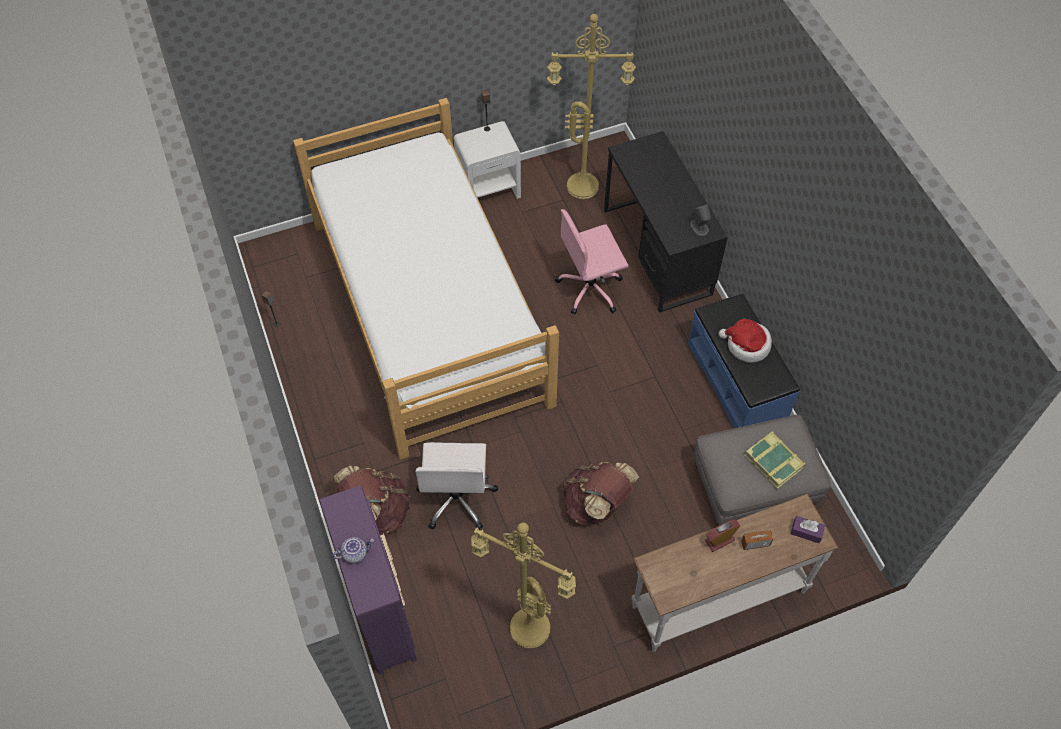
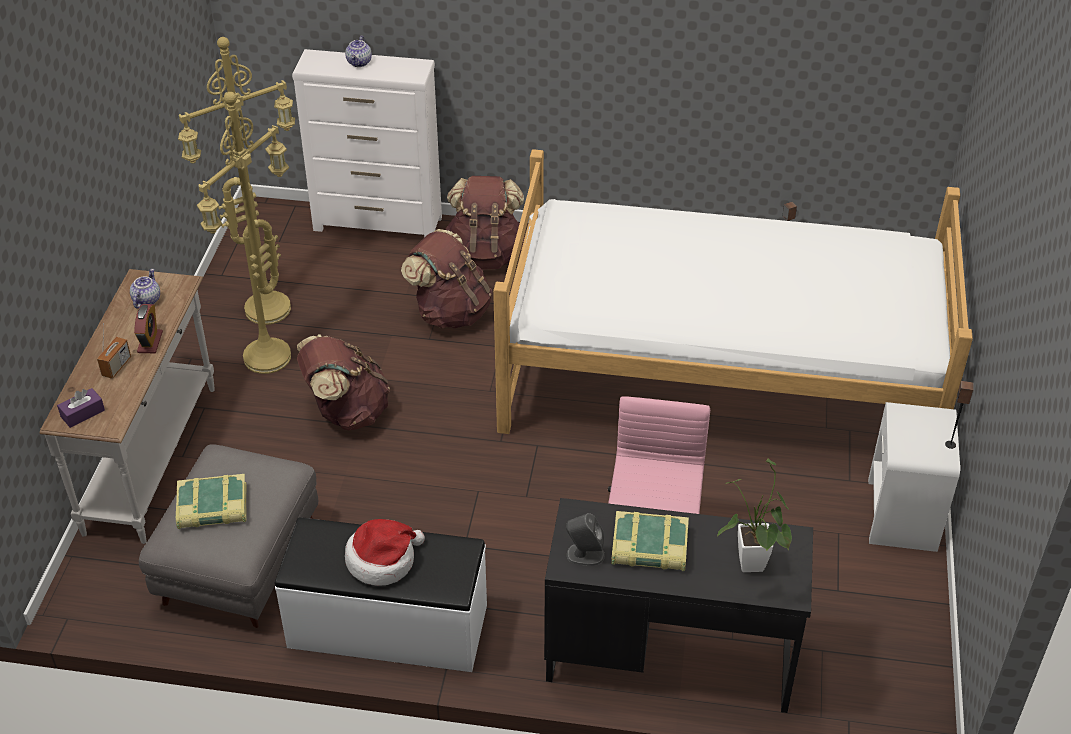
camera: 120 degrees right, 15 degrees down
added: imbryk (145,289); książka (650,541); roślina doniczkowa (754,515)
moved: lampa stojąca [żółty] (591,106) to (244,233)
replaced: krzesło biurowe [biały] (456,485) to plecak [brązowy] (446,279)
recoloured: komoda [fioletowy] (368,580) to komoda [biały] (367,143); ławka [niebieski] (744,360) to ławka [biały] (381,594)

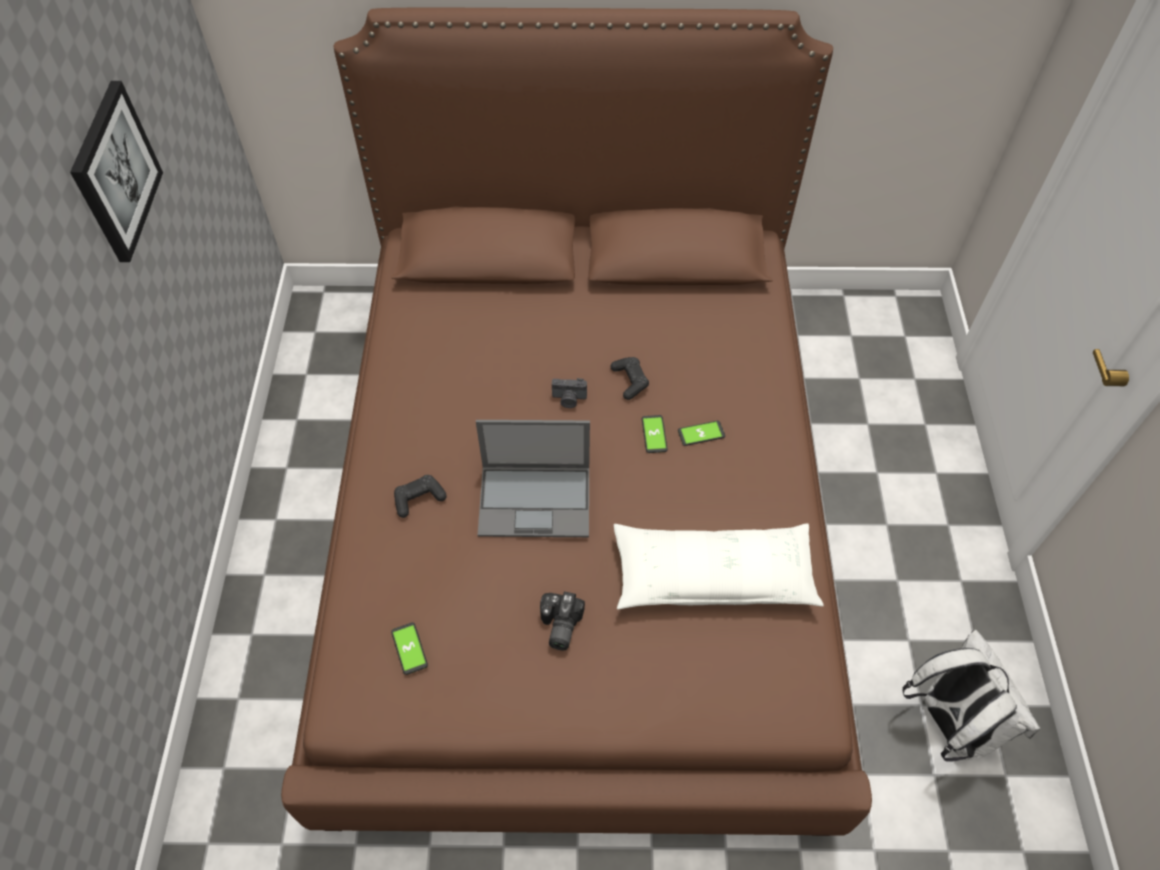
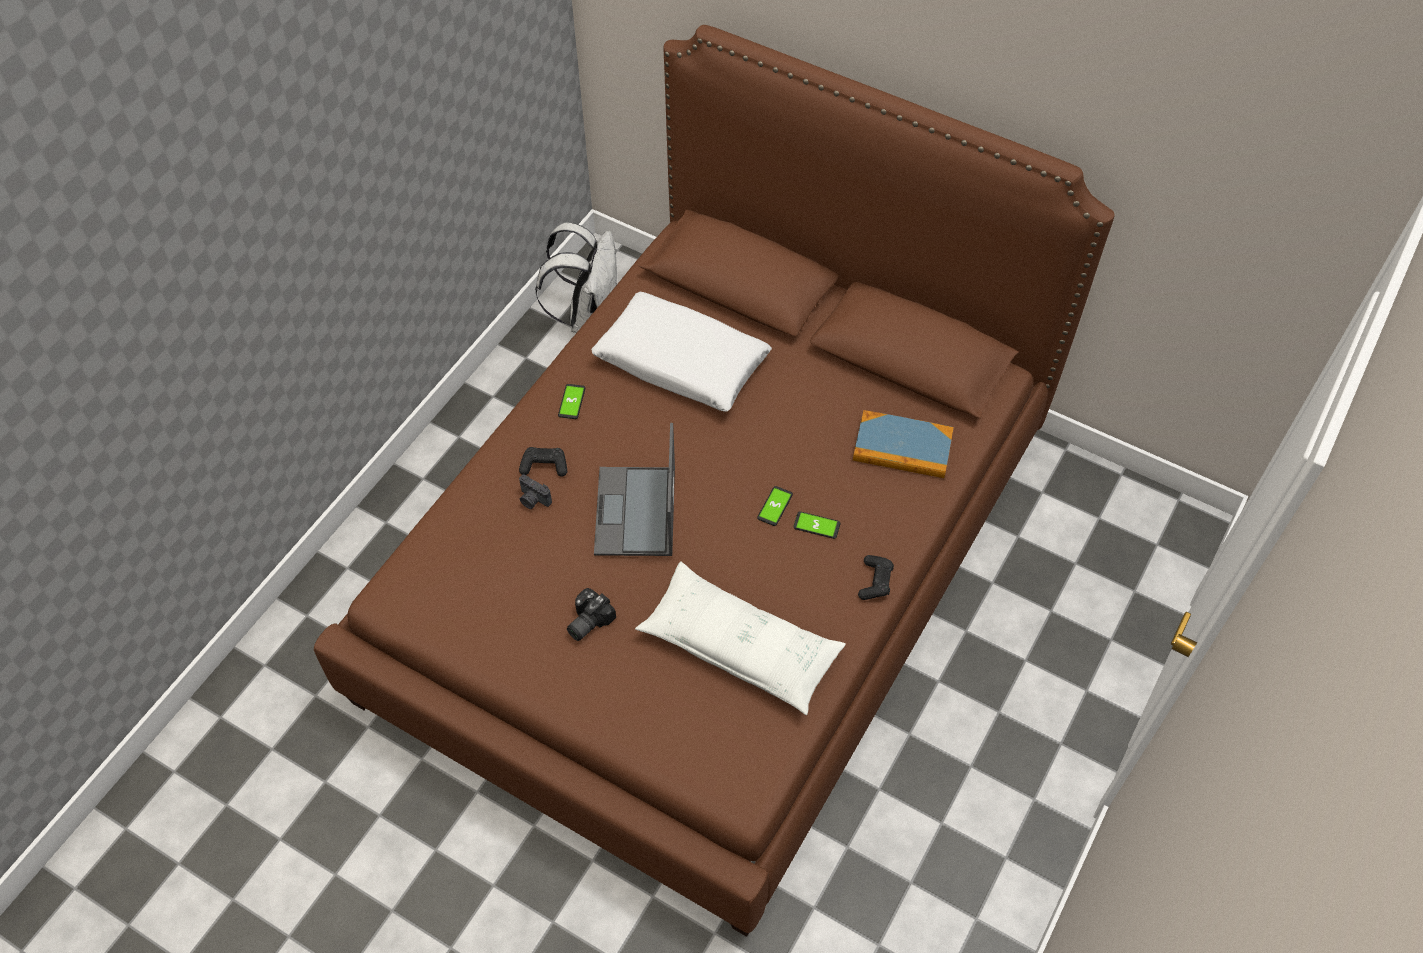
camera: 30 degrees right, 0 degrees up
removed: obraz (116,171)
added: poduszka [biały] (681,352); książka (903,444)
moved: telefon (409,648) to (571,401); aparat fotograficzny (569,393) to (535,491); pad do gier [czarny] (629,378) to (876,577); plecak [biały] (971,696) to (576,277)
turned: laptop (533,478) = (634,489) 60 degrees clockwise

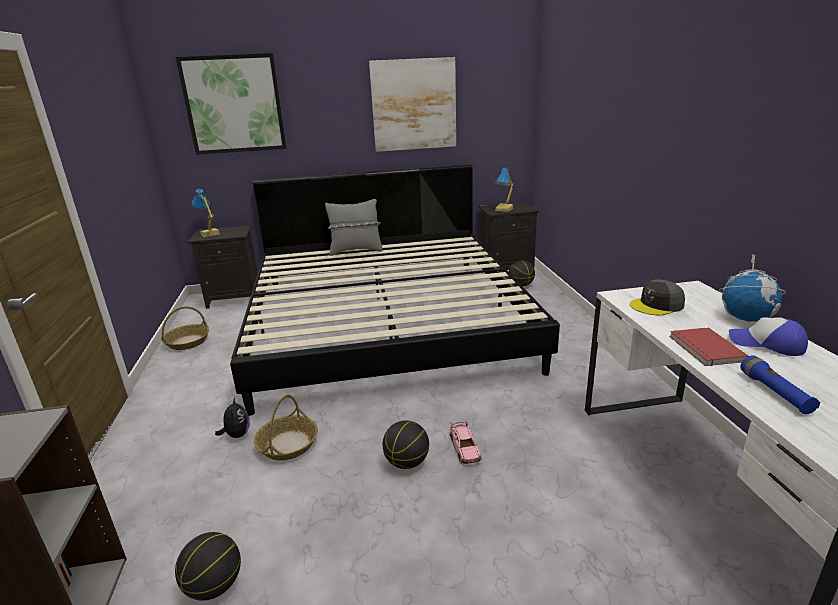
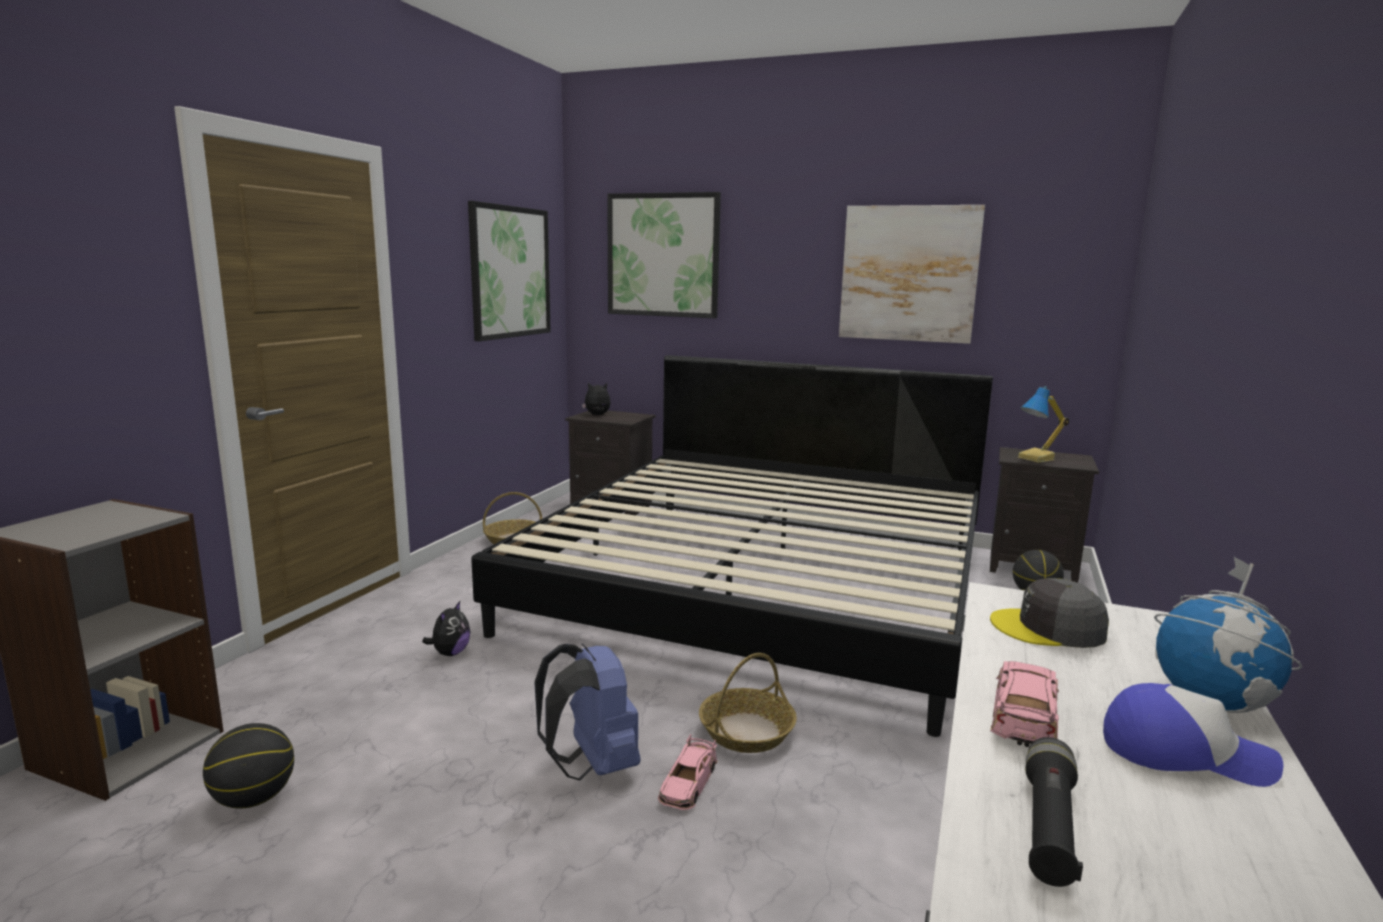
camera: 30 degrees right, 10 degrees down
removed: poduszka [szary] (354,227)
added: obraz (509,271)
moved: koszyk (286,427) to (748,703)
replaced: lampa stołowa (205,213) to pluszak (596,399); piłka do koszykówki (406,444) to plecak [niebieski] (587,711); książka [czerwony] (708,346) to samochodzik [różowy] (1024,704)
recoloured: latarka [niebieski] (780,384) to latarka [czarny] (1054,812)
turned: czapka z daszkiem (768,336) = (1193,735) 135 degrees clockwise

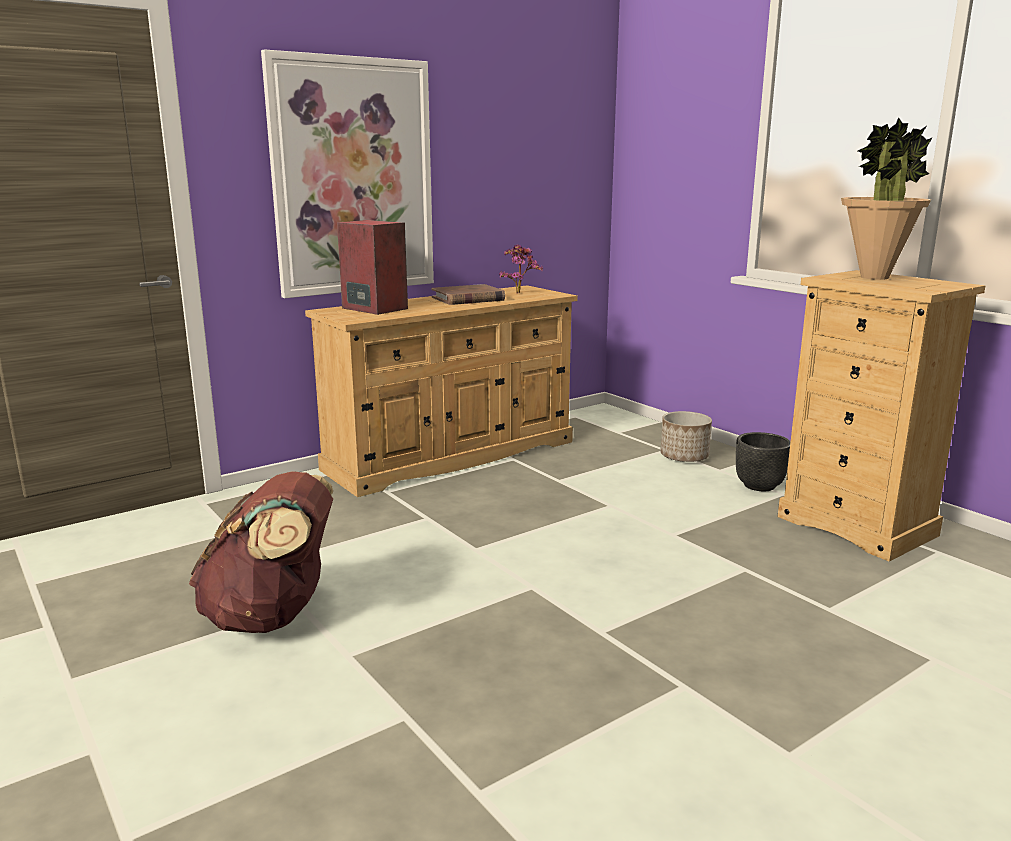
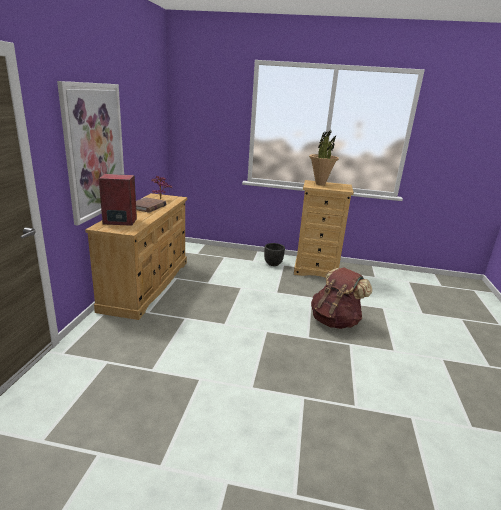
camera: 45 degrees left, 5 degrees up
removed: donica (686,436)
moved: plecak [brązowy] (261,552) to (341,298)

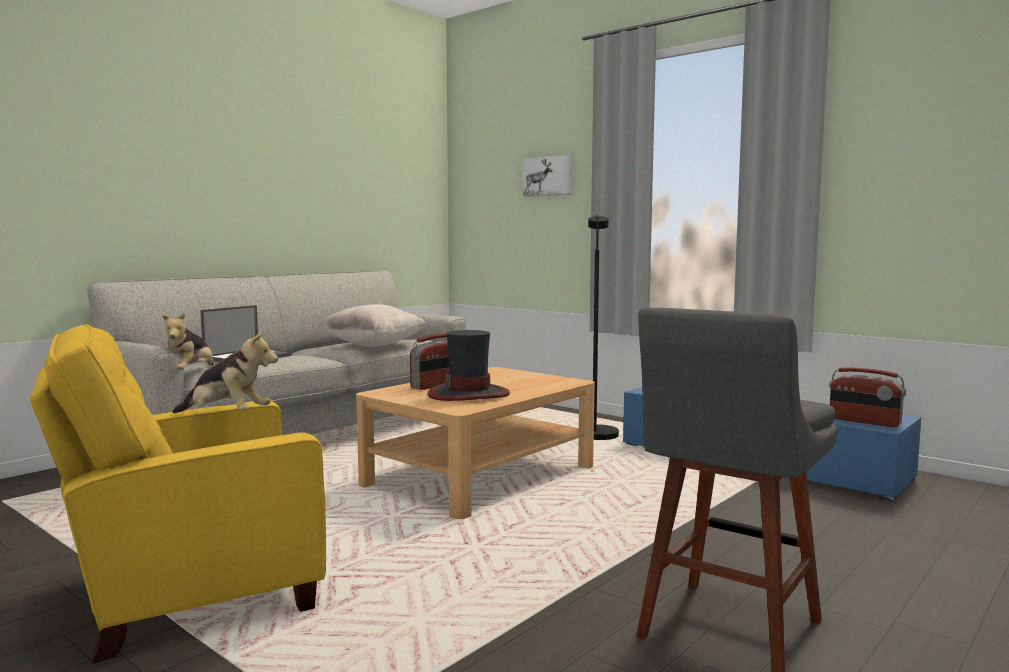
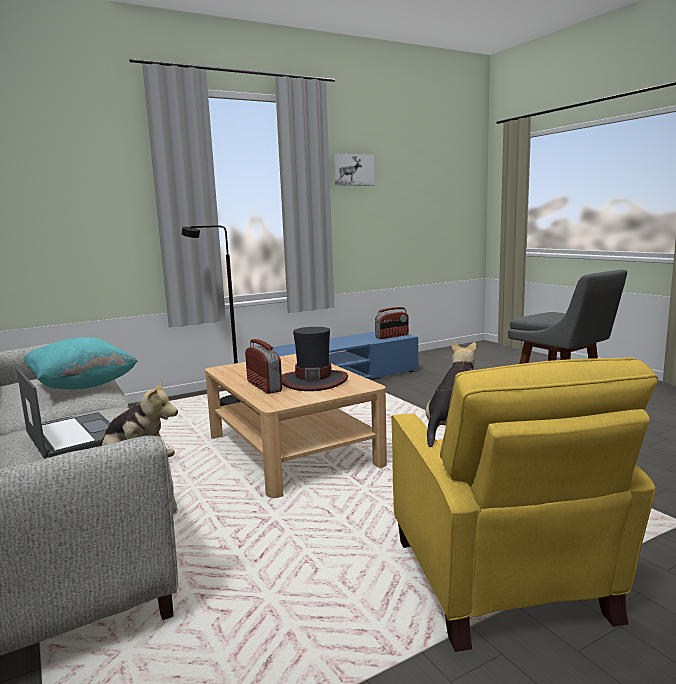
camera: 70 degrees left, 5 degrees up
moved: obraz (547,176) to (354,170)
recoloured: poduszka [beżowy] (372,325) to poduszka [turkusowy] (80,363)

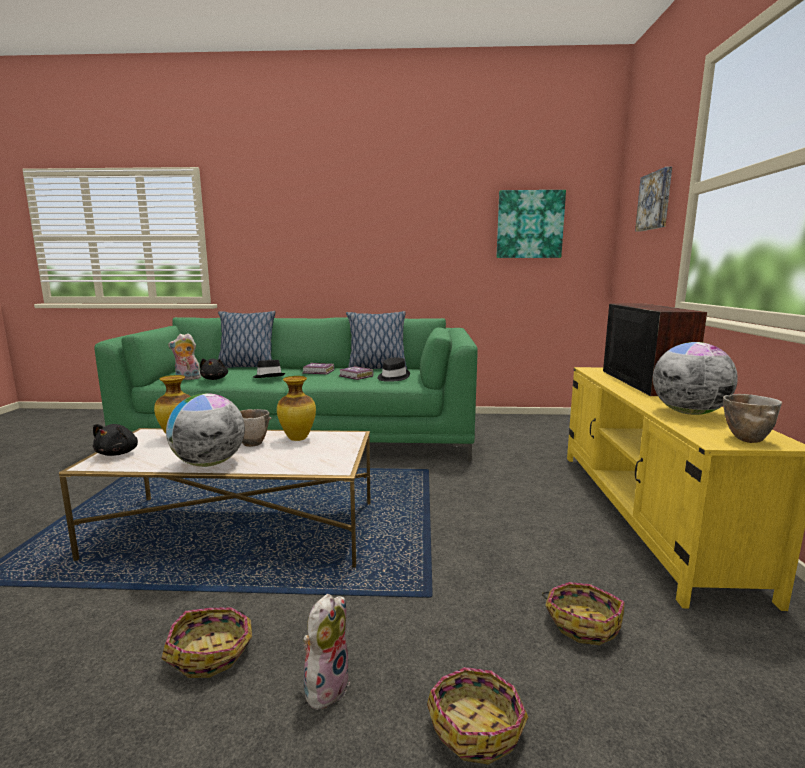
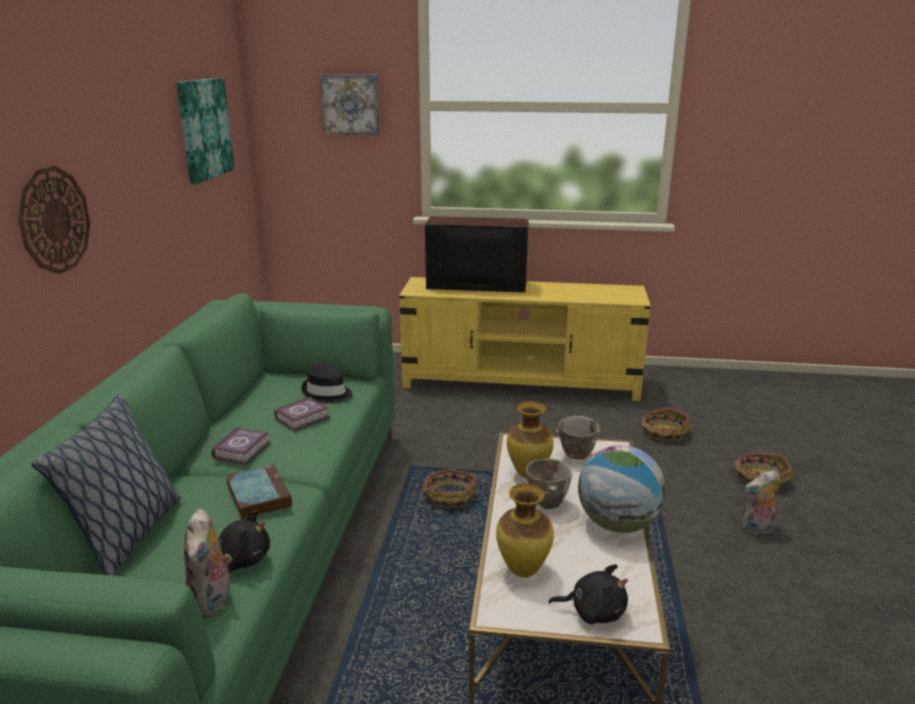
camera: 85 degrees left, 10 degrees up
removed: poduszka (376,340); globus (695,378)
added: zegar ścienny (54,220)
moved: koszyk (206,642) to (447,489); miska (752,418) to (578,438)
replaced: kapelusz [czarny] (269,369) to książka (259,492)
turned: pluszak (326,654) = (760,502) 45 degrees counterclockwise

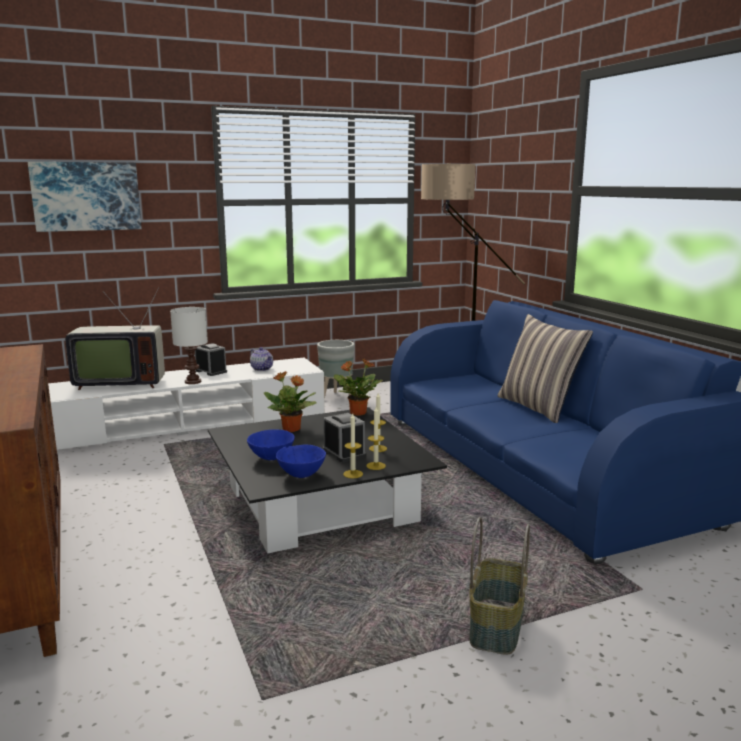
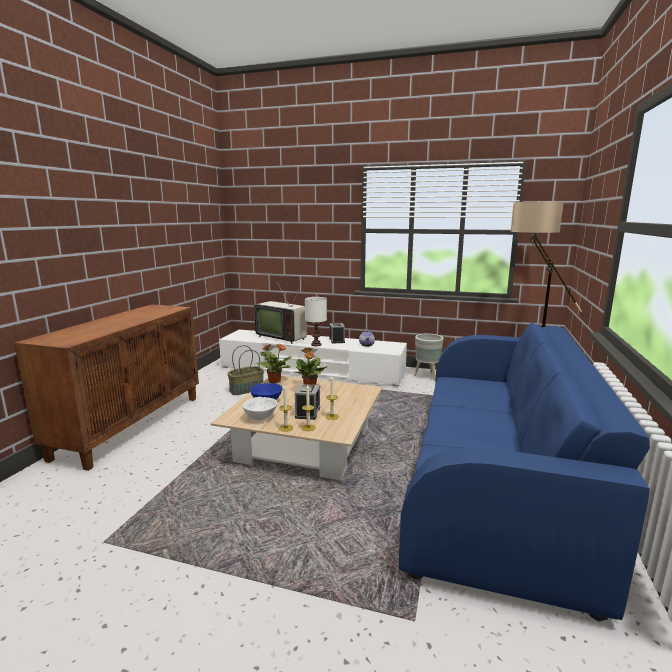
camera: 40 degrees right, 0 degrees up
removed: obraz (85,197); poduszka (545,368)
moved: roślina doniczkowa (358,387) to (274,363); koszyk (499,586) to (245,370)
recoloured: ława [czarny] (327,480) to ława [beżowy] (296,428); miska [niebieski] (301,461) to miska [biały] (259,408)

